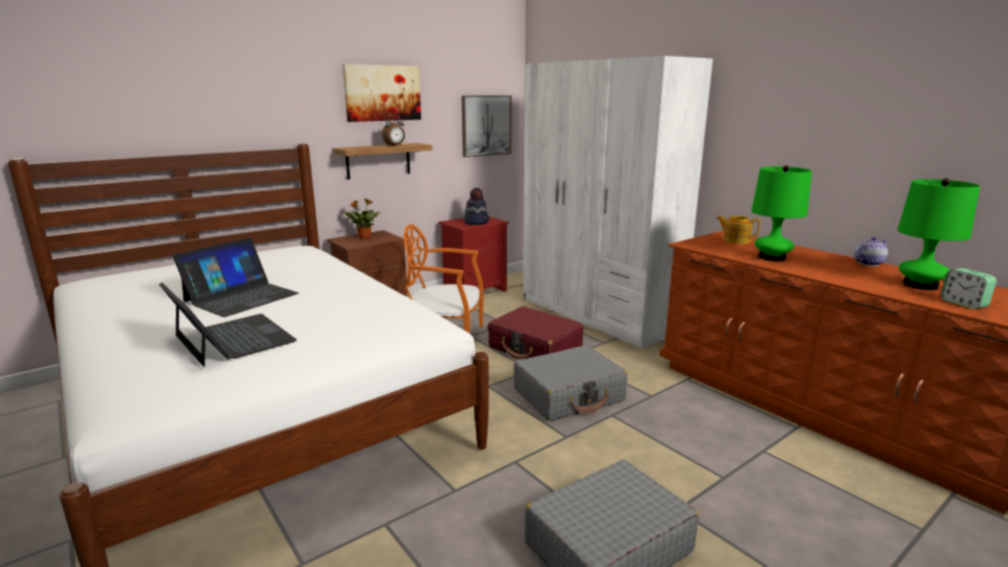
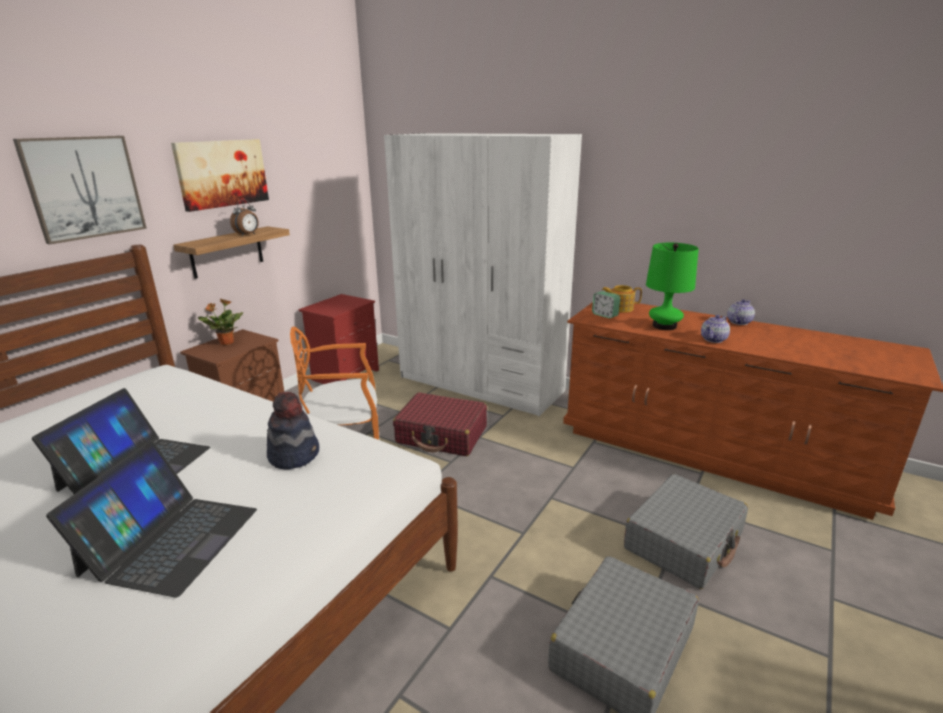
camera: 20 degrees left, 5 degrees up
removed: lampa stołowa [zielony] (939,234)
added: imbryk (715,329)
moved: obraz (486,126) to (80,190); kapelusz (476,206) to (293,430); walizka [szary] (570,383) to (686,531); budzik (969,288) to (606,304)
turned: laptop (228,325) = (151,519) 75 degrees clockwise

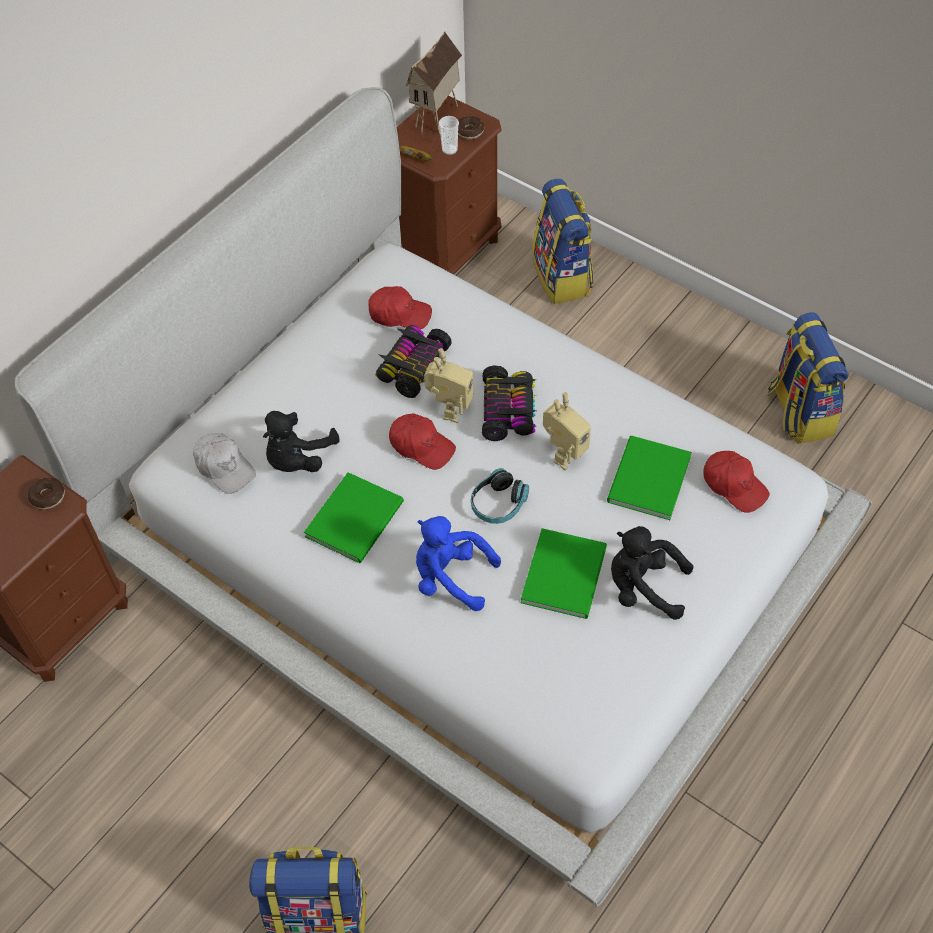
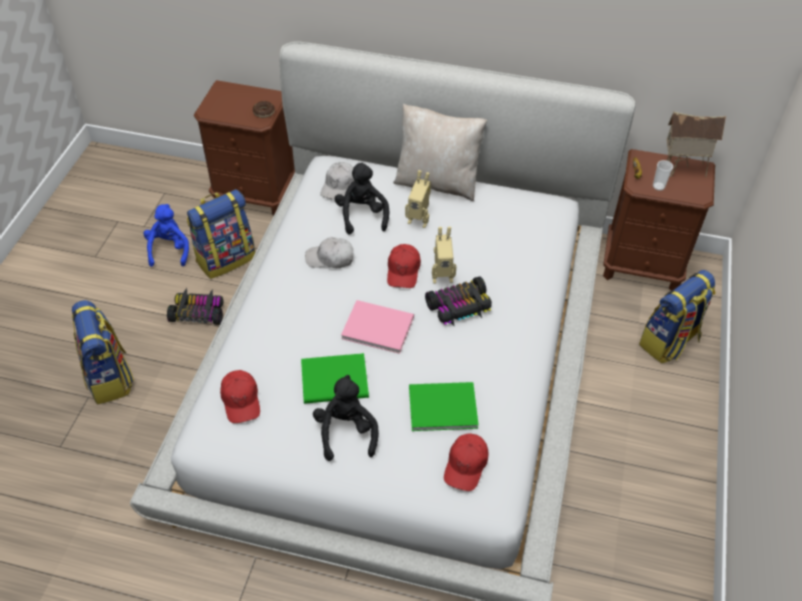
camera: 65 degrees right, 5 degrees down
removed: donut (471,127)
added: poduszka [beżowy] (440,152)
moved: czapka z daszkiem [czerwony] (400,307) to (240,396); samochodzik (413,361) to (195,306); pluszak [niebieski] (458,563) to (166,235); robot zabawkowy (567,431) to (418,199); plecak (808,378) to (221,234)
replaced: książka [zielony] (354,517) to czapka z daszkiem [biały] (329,252); słuchawki (500,496) to książka [różowy] (377,327)
turned: pluszak [czarny] (301,441) = (362,199) 75 degrees clockwise

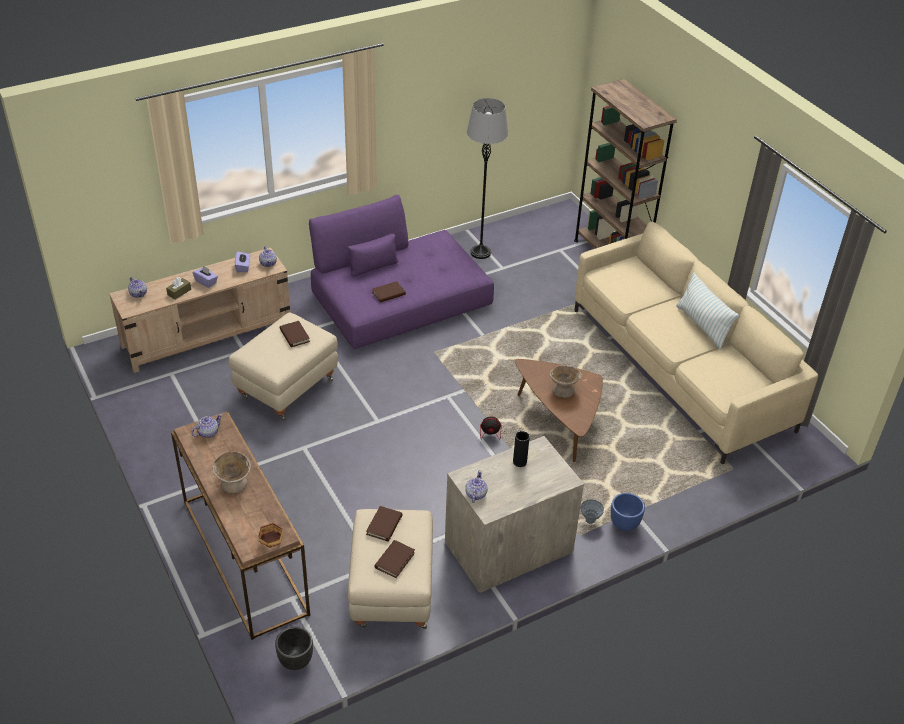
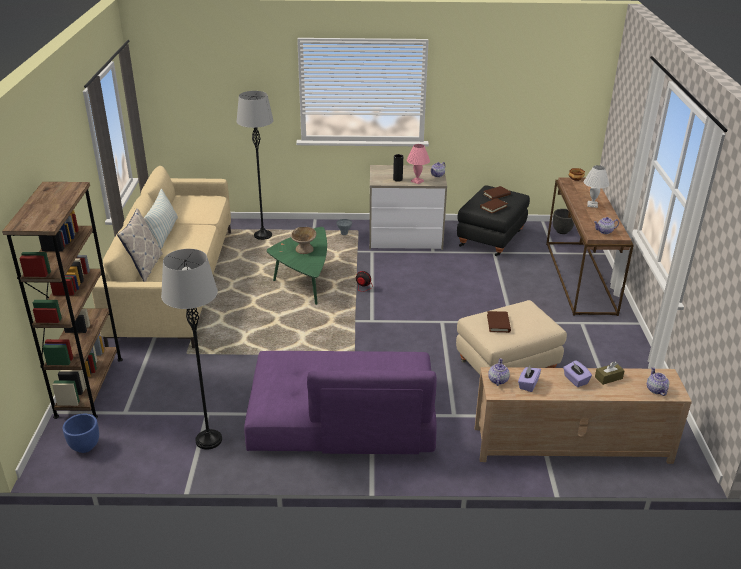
camera: 150 degrees left, 10 degrees down
removed: książka [brązowy] (389,292)
added: poduszka (140,245); lampa stojąca [szary] (254,165); lampa stołowa [różowy] (418,164)
moved: donica [niebieski] (628,512) to (81,433)
replaced: miska [beżowy] (231,473) to lampa stołowa [biały] (596,186)
recoloured: pufa [beżowy] (390,569) to pufa [czarny] (493,220); ława [brązowy] (559,410) to ława [zielony] (297,266)

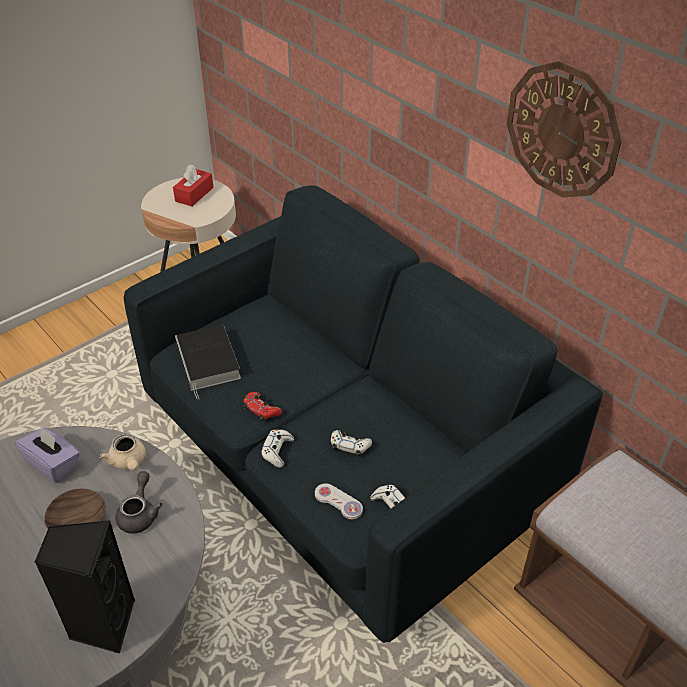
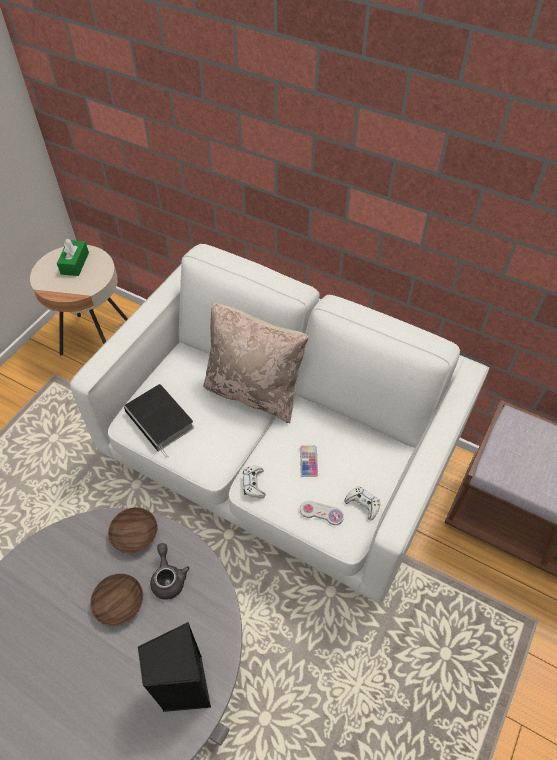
camera: 20 degrees left, 10 degrees up
removed: pudełko chusteczek [fioletowy] (47,455); pad do gier [czerwony] (262,406); zegar ścienny (564,129)
added: poduszka [beżowy] (256,362)
replaced: imbryk [beżowy] (122,452) to miska [brązowy] (132,530); pad do gier [biały] (351,443) to telefon (309,461)
recoloured: kanapa [niebieski] (363,414) to kanapa [biały] (279,423); pudełko chusteczek [czerwony] (193,186) to pudełko chusteczek [zielony] (73,257)

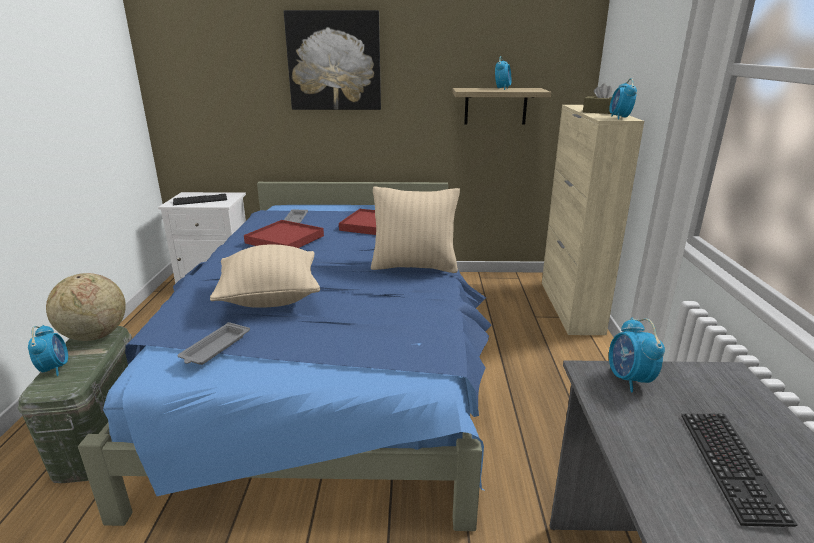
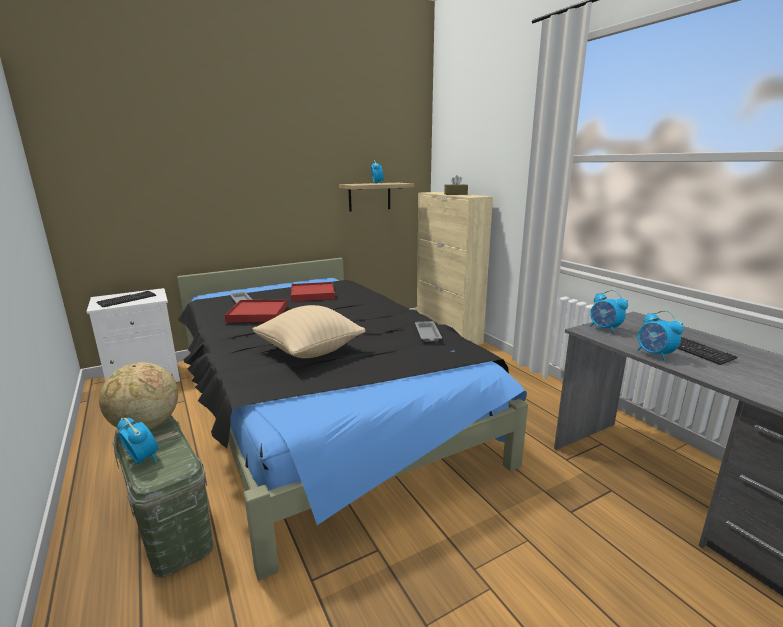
camera: 30 degrees left, 5 degrees down
removed: obraz (332,60); poduszka [beżowy] (415,230)
moved: taca [szary] (213,343) to (428,331); budzik (623,99) to (660,335)
recoloured: łóżko [niebieski] (284,356) to łóżko [czarny] (352,419)

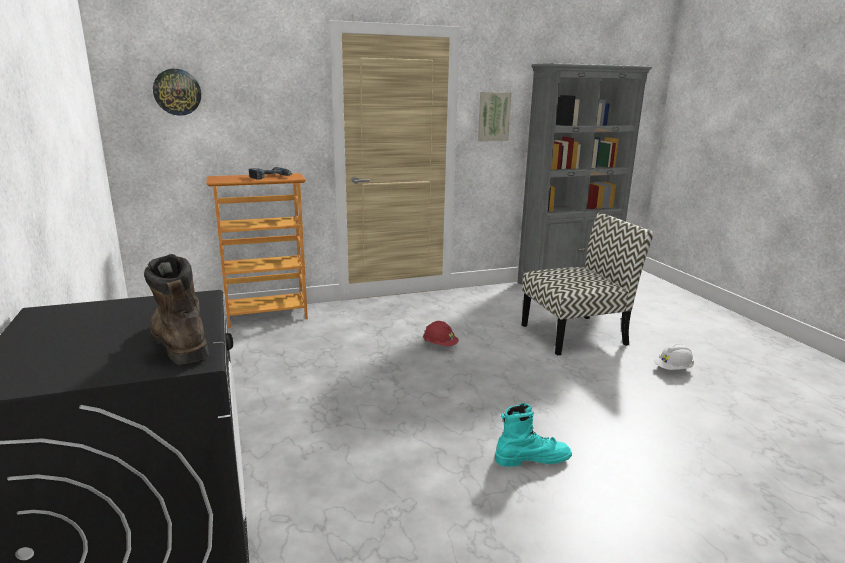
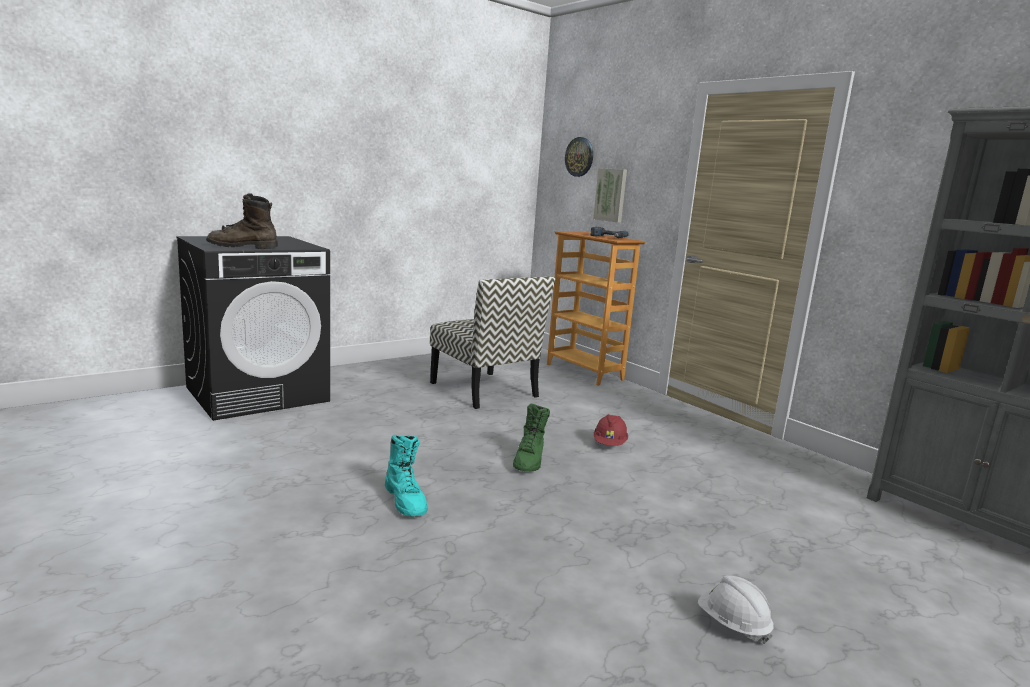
camera: 70 degrees right, 5 degrees down
added: but z cholewką [zielony] (531,438)
moved: obraz (495,117) to (610,195); krzesło (587,284) to (492,343)
turned: but z cholewką [brązowy] (177,309) = (242,221) 135 degrees counterclockwise

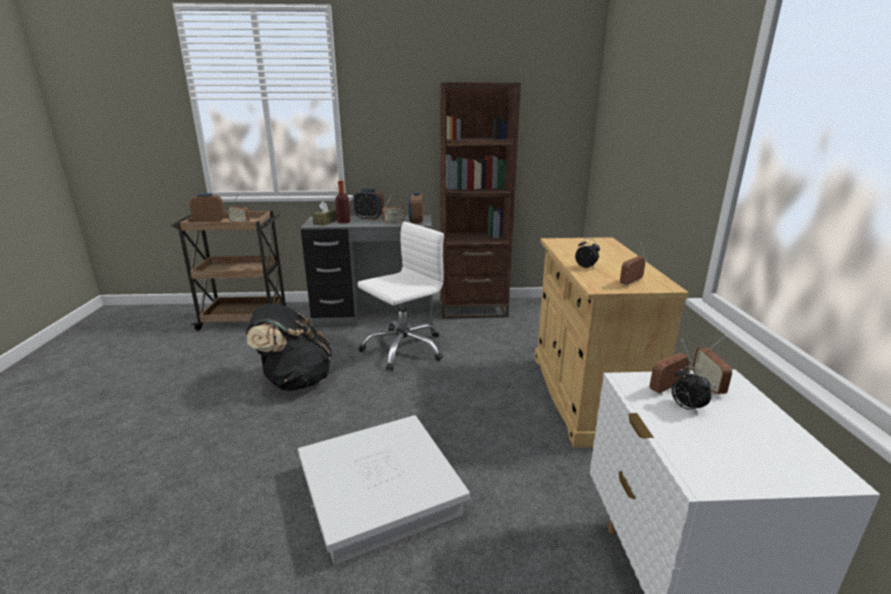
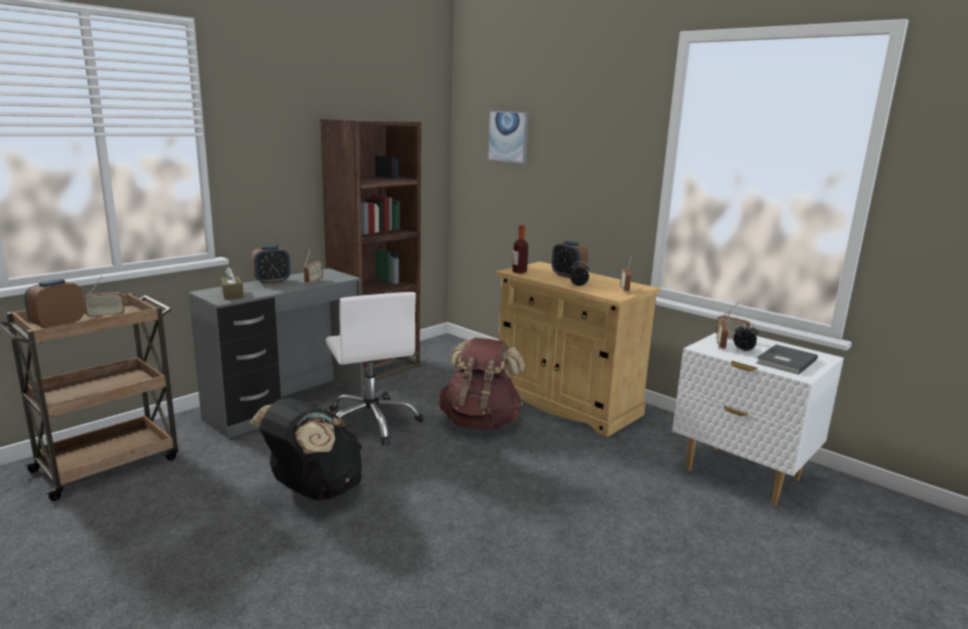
camera: 45 degrees left, 5 degrees down
removed: pojemnik do przechowywania [biały] (384,490)
added: plecak [brązowy] (482,383); obraz (508,137); książka [szary] (787,359)
moved: butelka (342,202) to (520,249); budzik (416,207) to (570,259)
turned: krzesło biurowe [biały] (401,296) = (374,368) 150 degrees clockwise

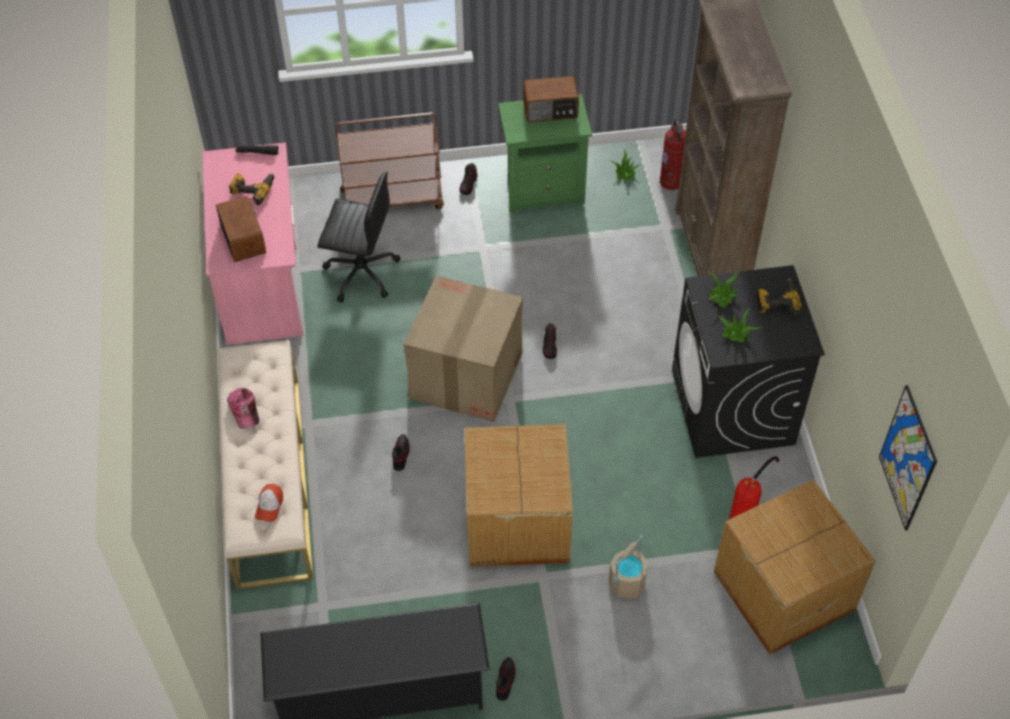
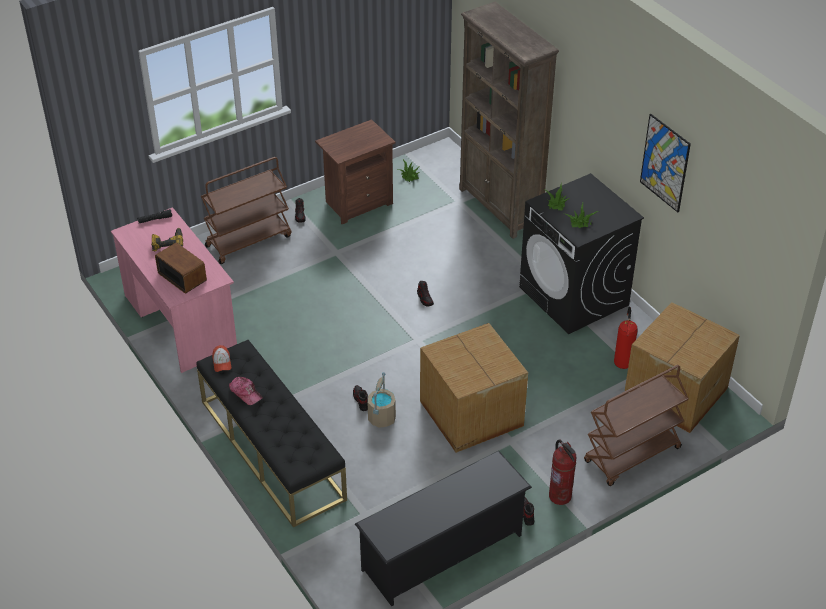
camera: 25 degrees left, 10 degrees down
removed: krzesło biurowe [czarny] (359,237); karton (463,348); radio (551,99); wiertarka (779,297)
added: wózek [brązowy] (636,425)
moved: czapka z daszkiem (269,503) to (221,358); wiadro [beżowy] (628,567) to (381,400); gaśnica (673,154) to (563,472); obraz (908,458) to (665,163)
recoloured: ławka [beżowy] (265,465) to ławka [czarny] (272,433); szafka nocna [zielony] (545,153) to szafka nocna [brązowy] (355,171)

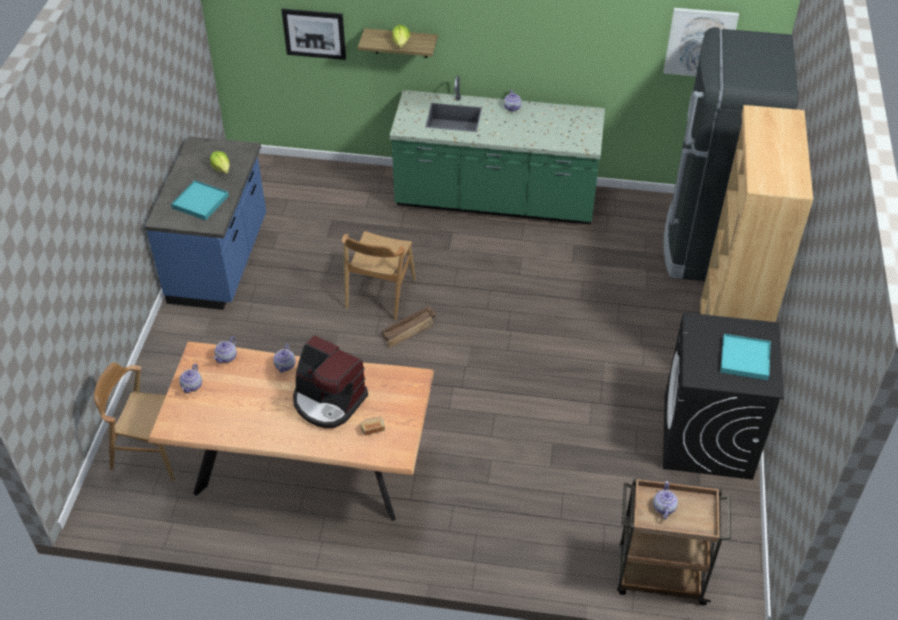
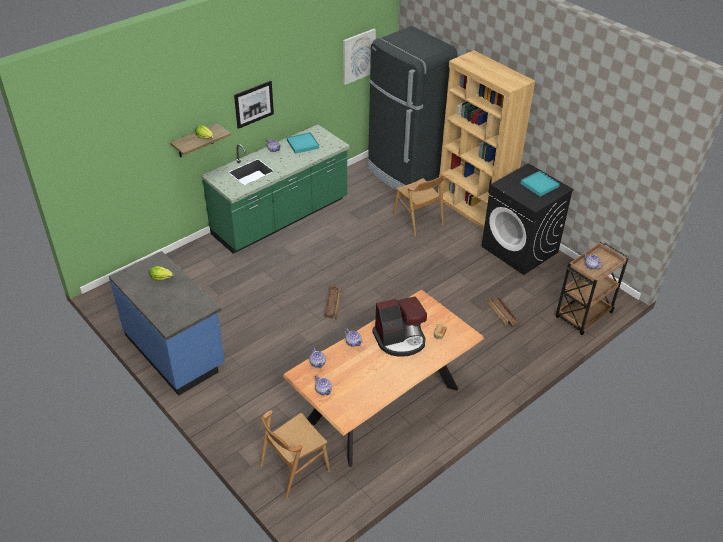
camera: 50 degrees left, 5 degrees down
added: skrzynka (503,311)
moved: taca [turkusowy] (200,200) to (303,143); obraz (313,34) to (254,105); krzesło [brązowy] (379,275) to (418,206)

